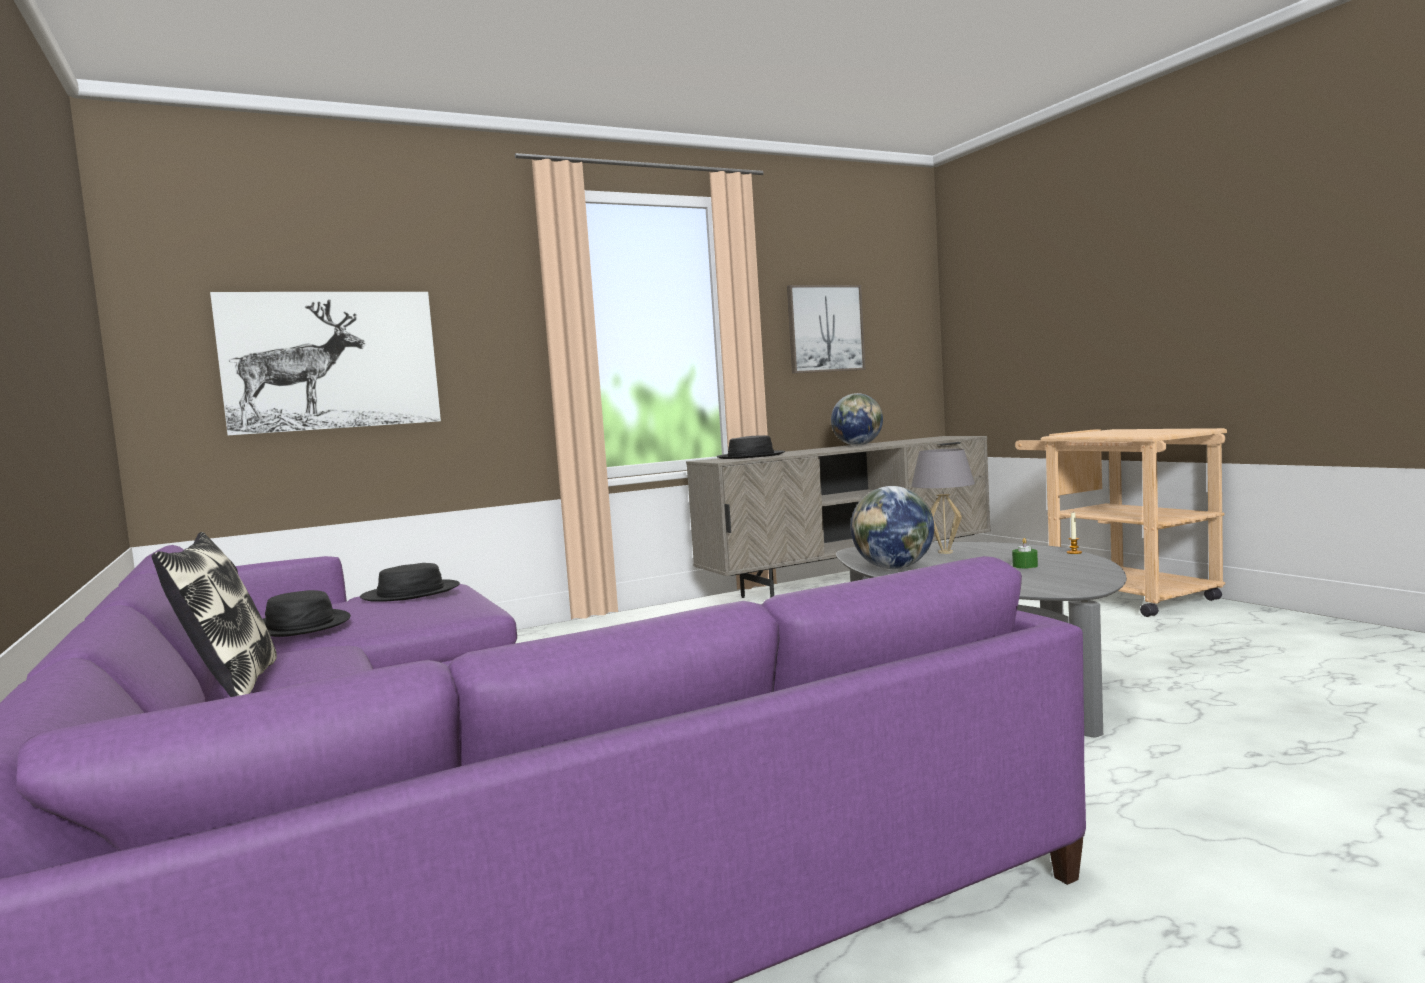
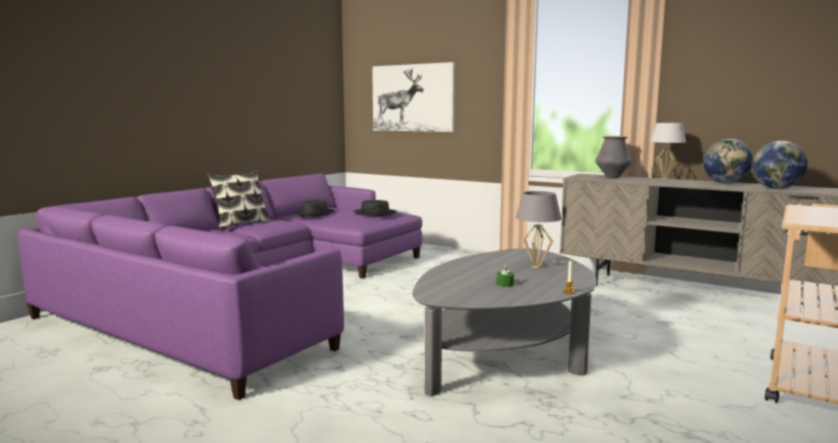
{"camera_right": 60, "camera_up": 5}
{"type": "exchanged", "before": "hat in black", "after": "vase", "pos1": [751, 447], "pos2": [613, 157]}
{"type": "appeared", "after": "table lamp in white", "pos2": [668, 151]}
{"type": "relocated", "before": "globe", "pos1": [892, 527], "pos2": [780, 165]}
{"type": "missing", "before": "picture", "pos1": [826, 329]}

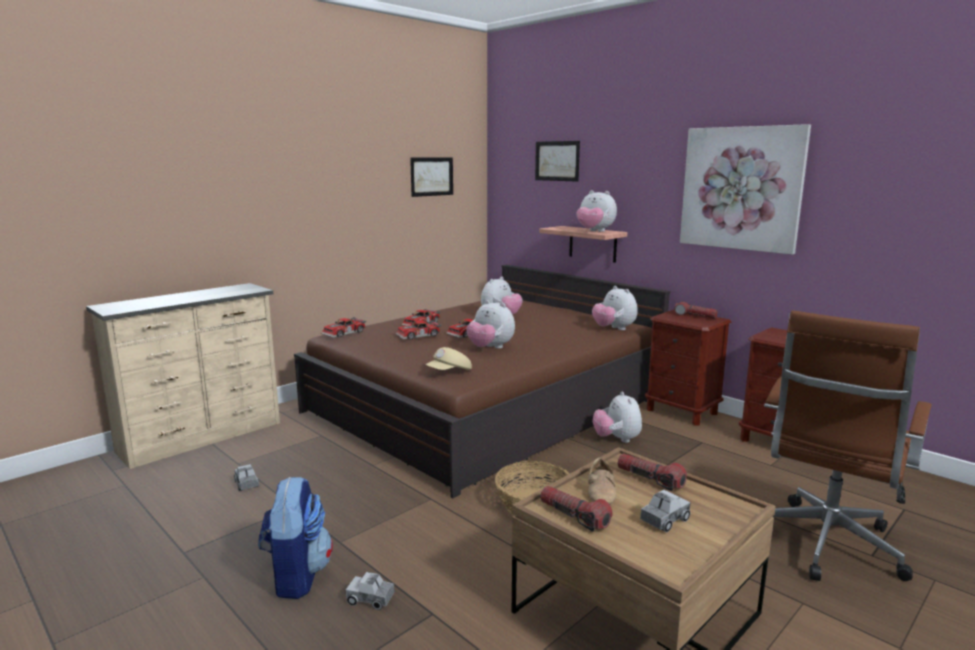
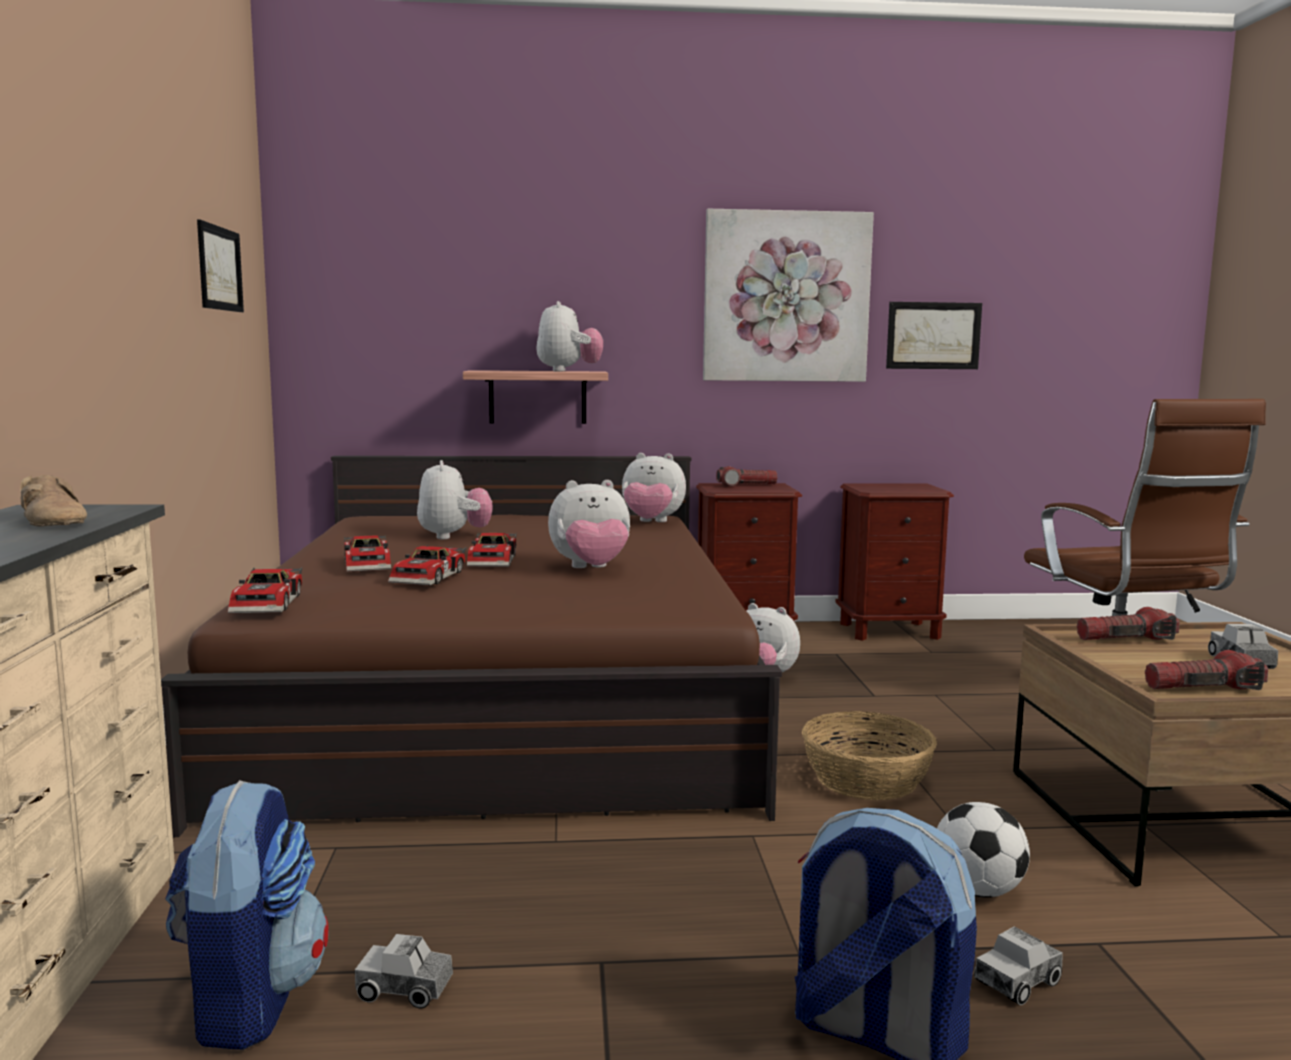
{"camera_right": -50, "camera_up": -5}
{"type": "relocated", "before": "shoe in beige", "pos1": [602, 481], "pos2": [53, 501]}
{"type": "appeared", "after": "backpack", "pos2": [247, 915]}
{"type": "spun", "before": "plush toy", "pos1": [596, 211], "pos2": [569, 336], "turn": -75}
{"type": "relocated", "before": "picture", "pos1": [557, 161], "pos2": [934, 335]}
{"type": "appeared", "after": "football", "pos2": [983, 850]}
{"type": "missing", "before": "cap in beige", "pos1": [449, 358]}

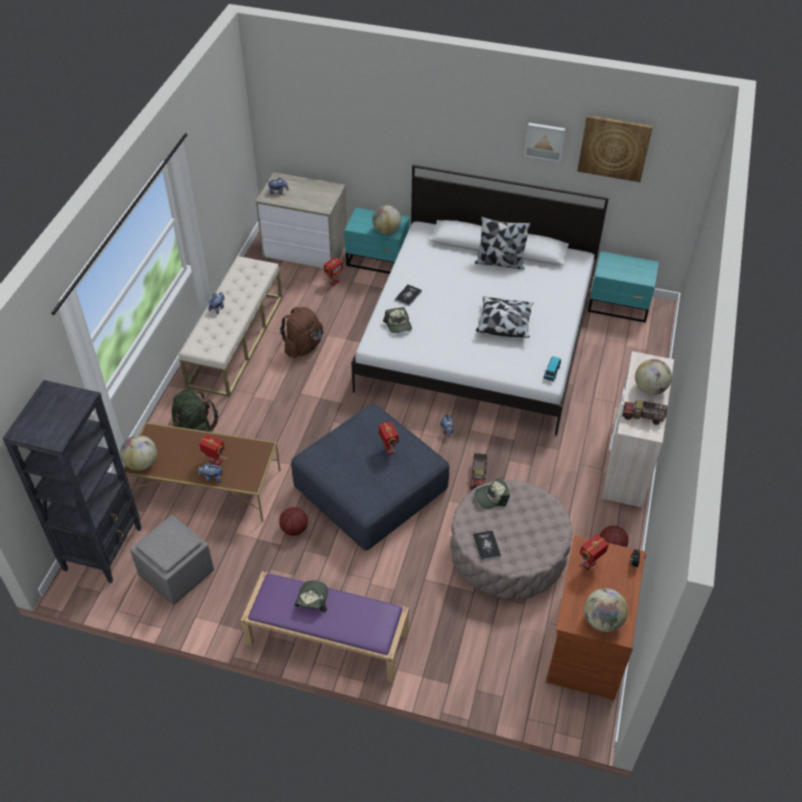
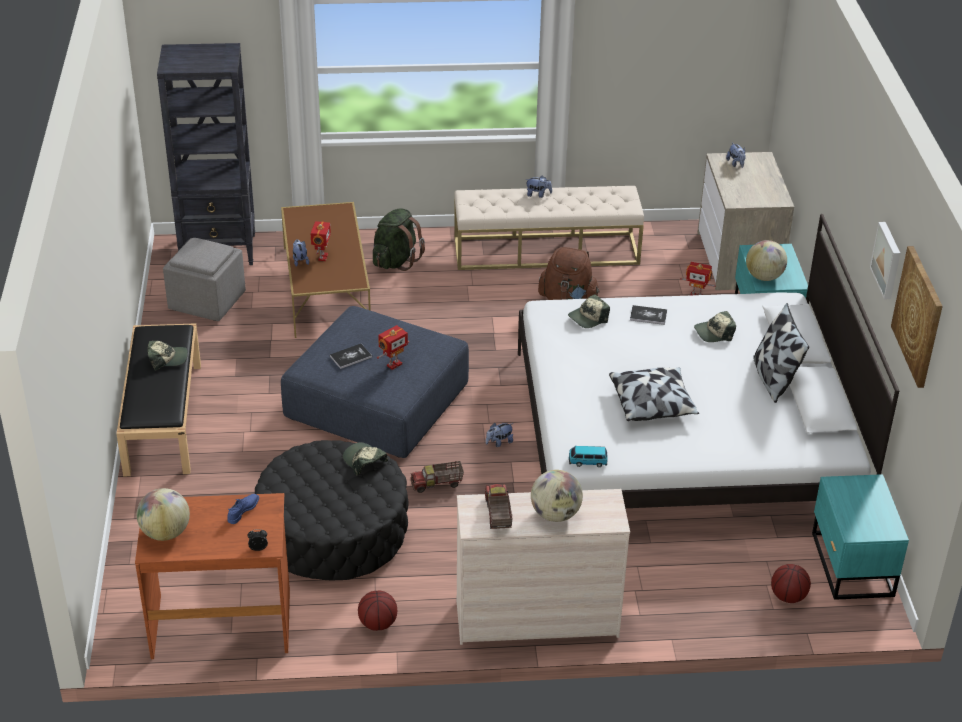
{"camera_right": 70, "camera_up": -10}
{"type": "colour", "before": "bench in purple", "after": "bench in black", "pos1": [325, 627], "pos2": [158, 400]}
{"type": "exchanged", "before": "toy robot", "after": "shoe in blue", "pos1": [594, 552], "pos2": [243, 509]}
{"type": "colour", "before": "ottoman in beige", "after": "ottoman in black", "pos1": [511, 539], "pos2": [331, 510]}
{"type": "relocated", "before": "book", "pos1": [487, 545], "pos2": [351, 356]}
{"type": "appeared", "after": "cap", "pos2": [715, 326]}
{"type": "relocated", "before": "basketball", "pos1": [293, 521], "pos2": [791, 583]}
{"type": "missing", "before": "globe", "pos1": [138, 453]}

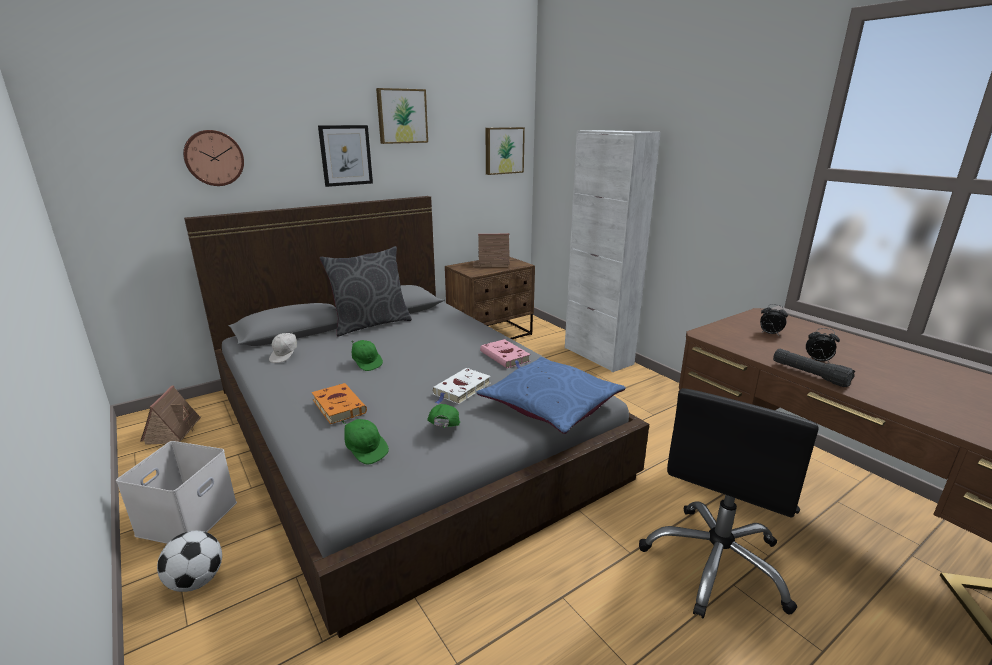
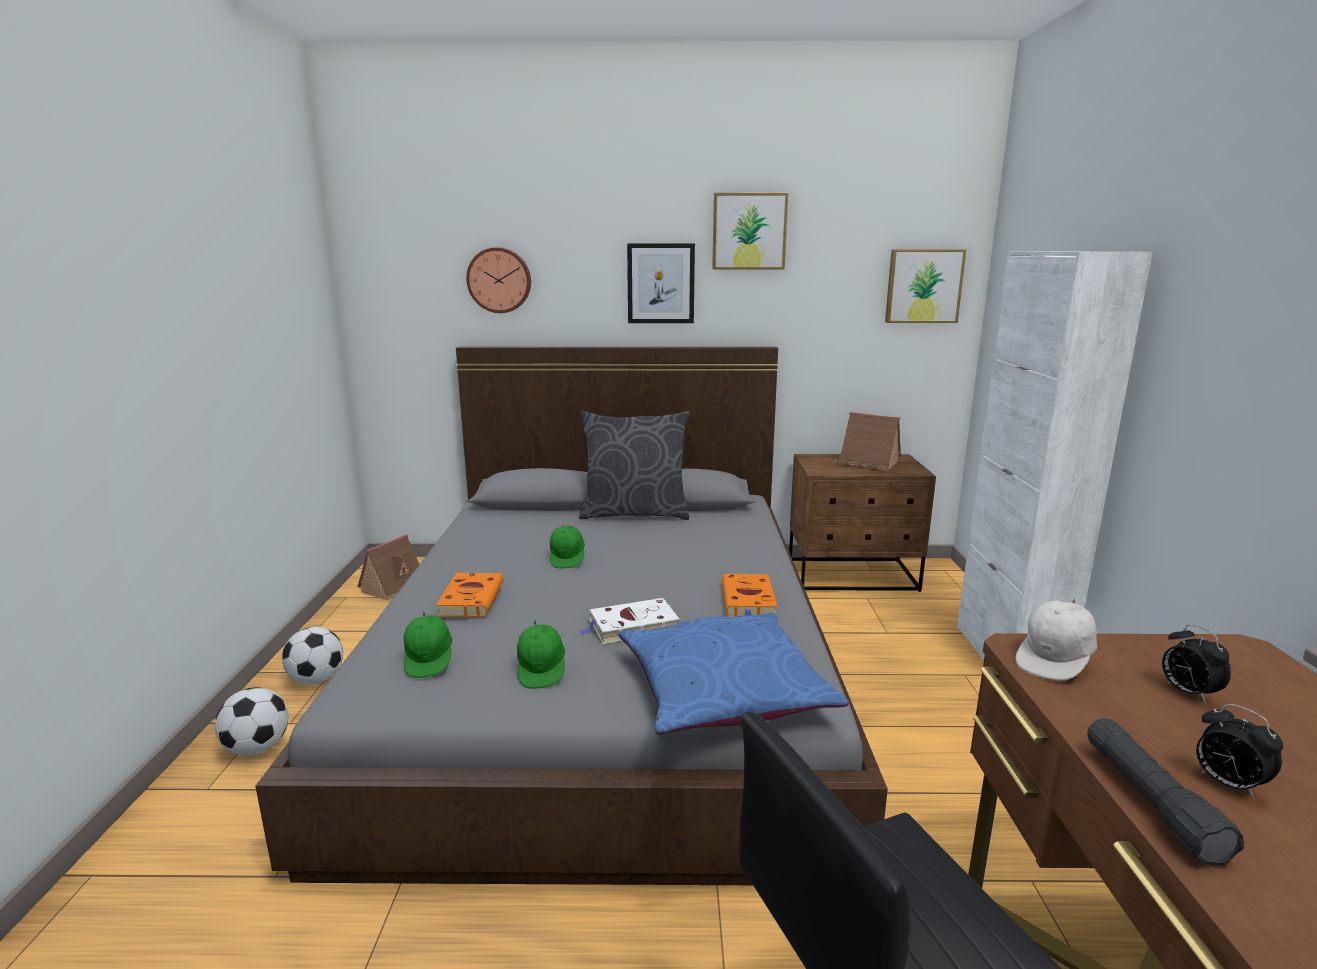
{"camera_right": 35, "camera_up": -5}
{"type": "exchanged", "before": "storage box in white", "after": "football", "pos1": [176, 492], "pos2": [312, 655]}
{"type": "spun", "before": "cap in green", "pos1": [443, 416], "pos2": [541, 654], "turn": 135}
{"type": "colour", "before": "book in pink", "after": "book in orange", "pos1": [505, 353], "pos2": [749, 594]}
{"type": "relocated", "before": "cap in white", "pos1": [283, 347], "pos2": [1056, 639]}

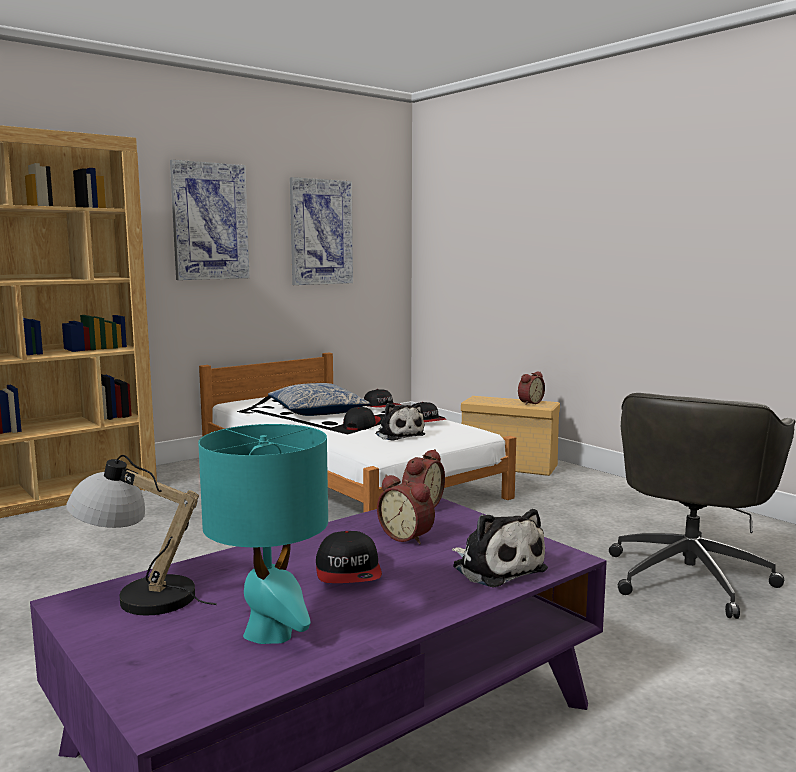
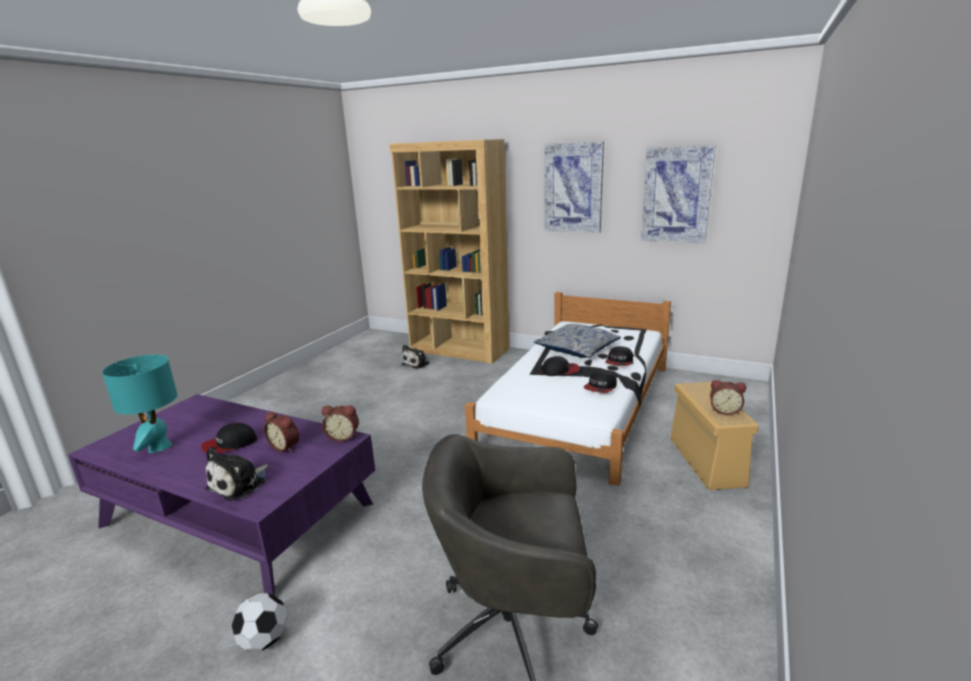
{"camera_right": 65, "camera_up": 10}
{"type": "appeared", "after": "football", "pos2": [259, 622]}
{"type": "spun", "before": "alarm clock", "pos1": [406, 509], "pos2": [281, 432], "turn": -75}
{"type": "relocated", "before": "plush toy", "pos1": [400, 422], "pos2": [415, 357]}
{"type": "missing", "before": "table lamp", "pos1": [141, 535]}

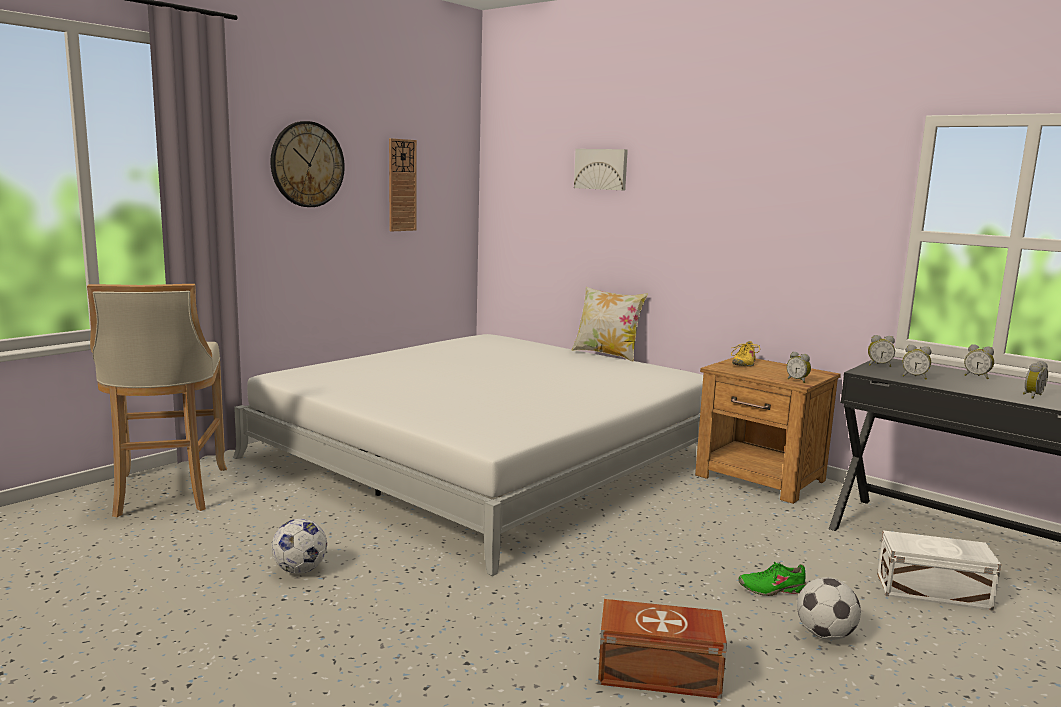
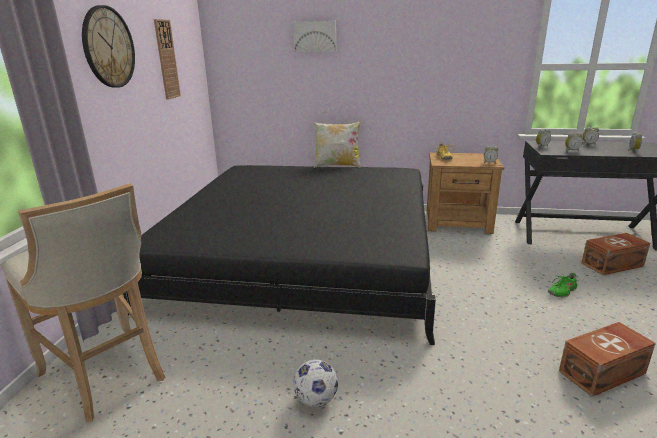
{"camera_right": -30, "camera_up": 10}
{"type": "colour", "before": "bed in white", "after": "bed in black", "pos1": [468, 455], "pos2": [279, 255]}
{"type": "colour", "before": "storage box in white", "after": "storage box in brown", "pos1": [939, 570], "pos2": [615, 254]}
{"type": "missing", "before": "football", "pos1": [829, 608]}

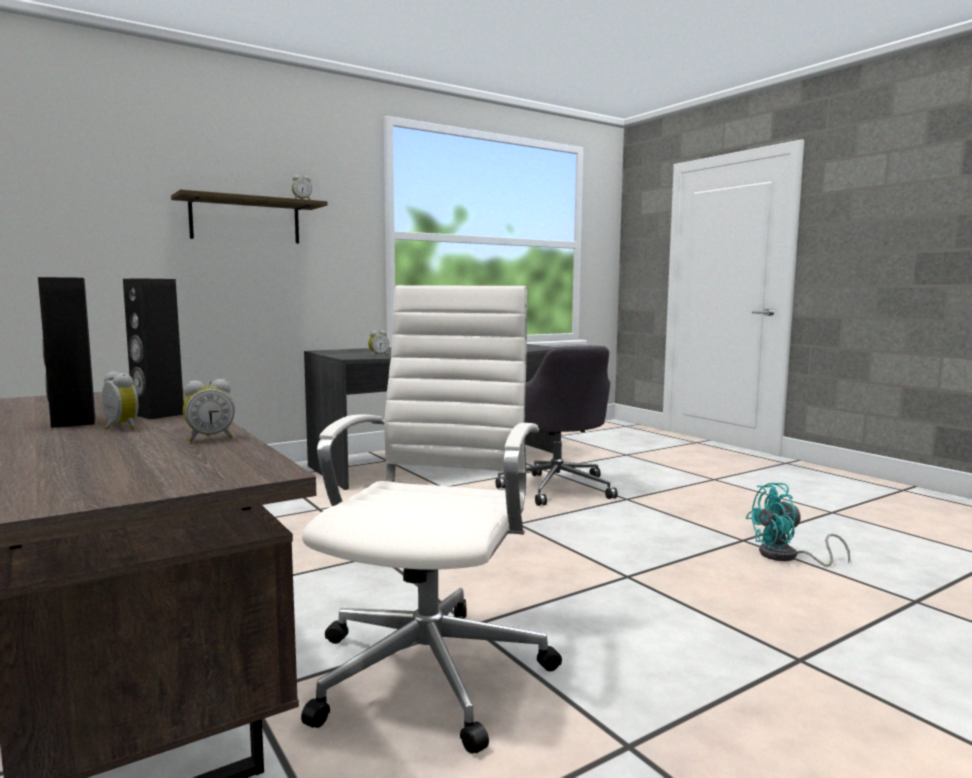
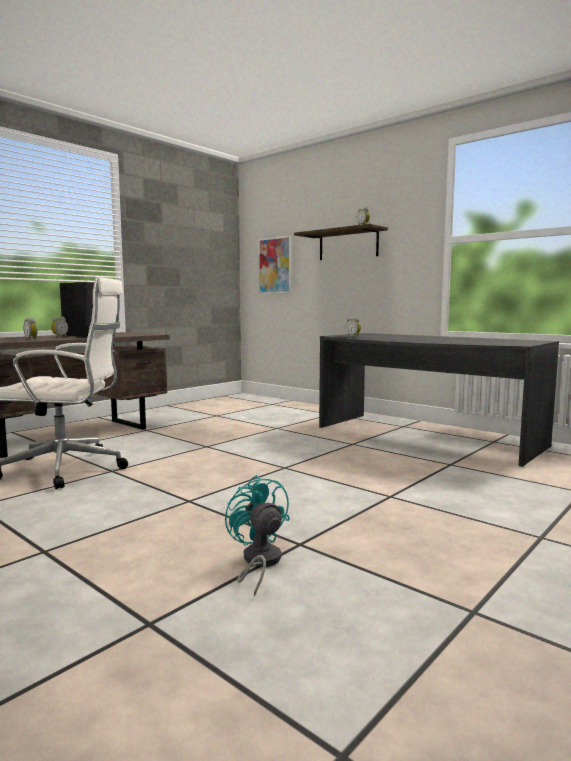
{"camera_right": 75, "camera_up": 0}
{"type": "appeared", "after": "picture", "pos2": [275, 265]}
{"type": "missing", "before": "office chair in grey", "pos1": [556, 426]}

